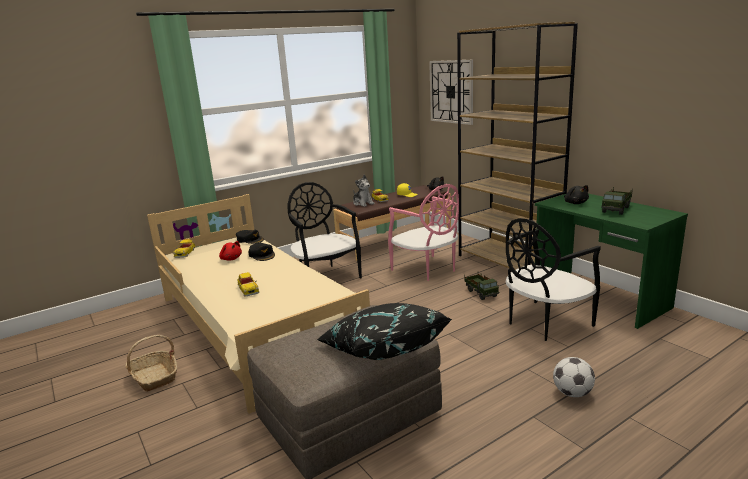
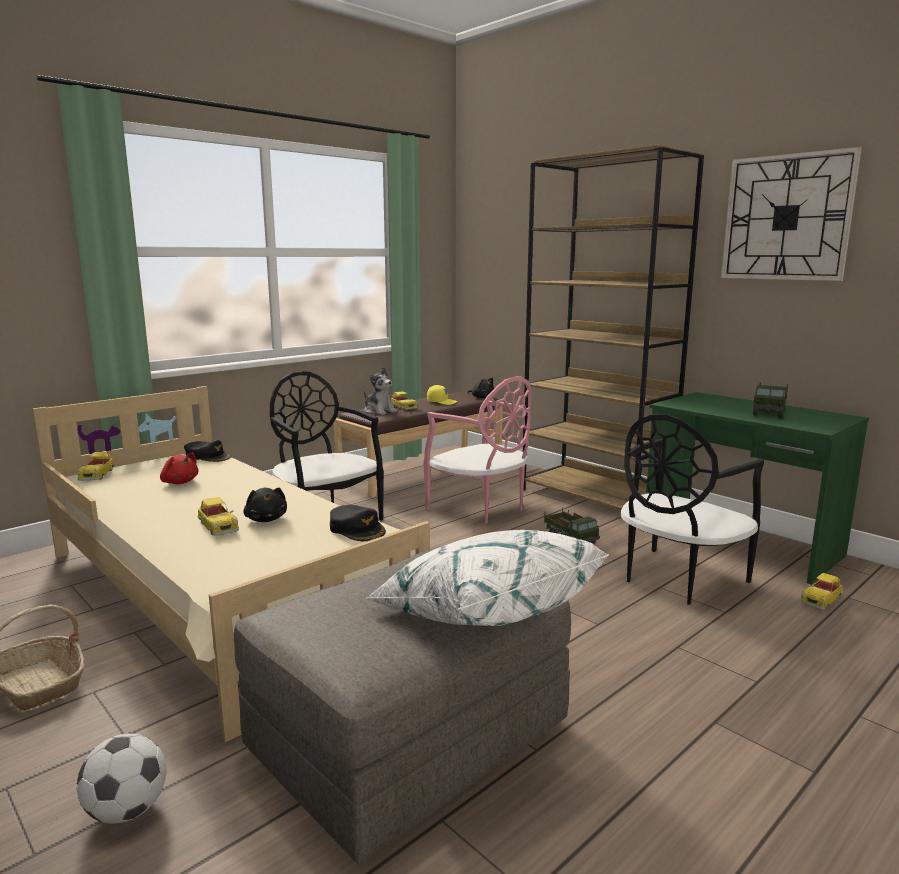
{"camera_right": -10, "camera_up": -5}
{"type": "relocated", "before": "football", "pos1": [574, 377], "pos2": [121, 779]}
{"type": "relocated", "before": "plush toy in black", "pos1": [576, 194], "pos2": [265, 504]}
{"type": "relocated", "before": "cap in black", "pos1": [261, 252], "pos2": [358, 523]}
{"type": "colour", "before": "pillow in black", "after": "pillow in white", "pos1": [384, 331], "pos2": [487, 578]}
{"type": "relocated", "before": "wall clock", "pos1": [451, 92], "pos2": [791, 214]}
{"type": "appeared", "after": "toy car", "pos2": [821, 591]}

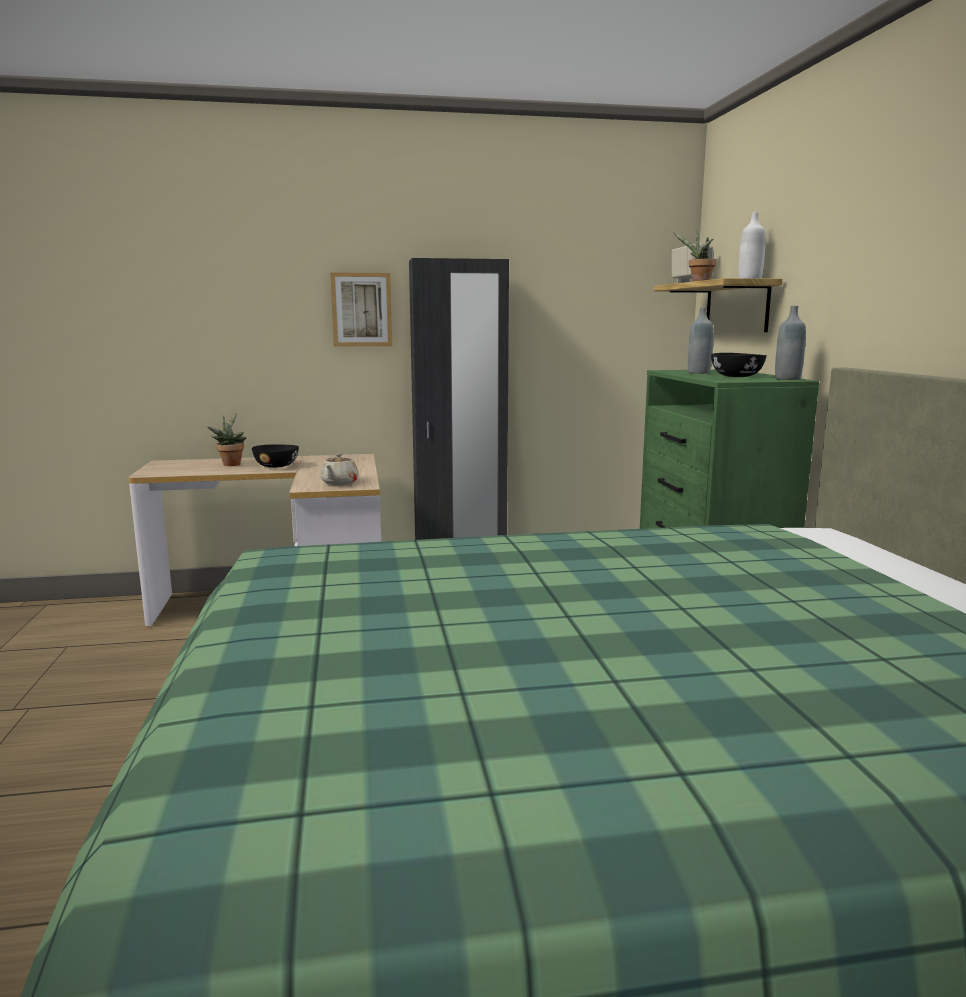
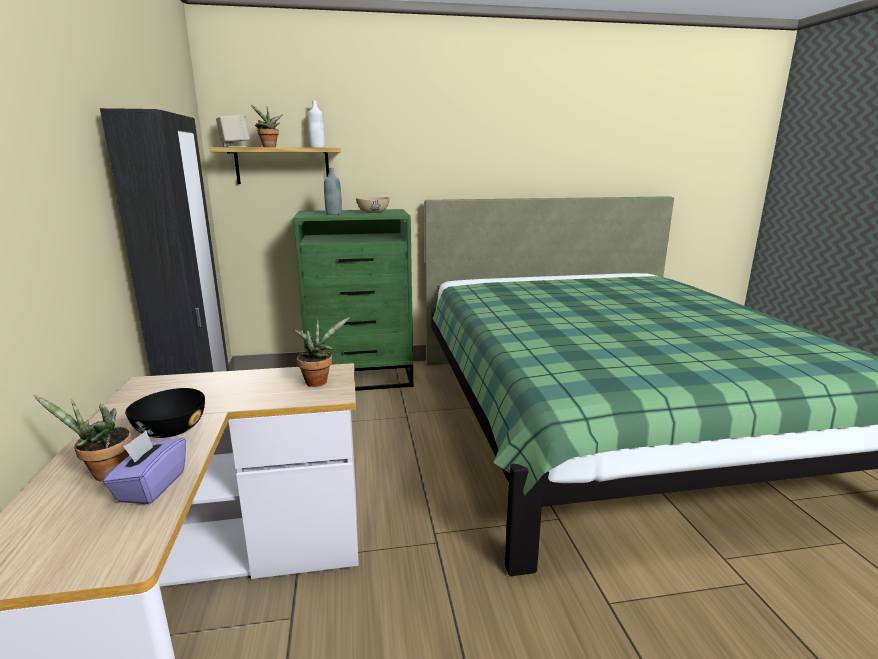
{"camera_right": -90, "camera_up": 5}
{"type": "appeared", "after": "tissue box in purple", "pos2": [144, 467]}
{"type": "exchanged", "before": "teapot in beige", "after": "potted plant", "pos1": [339, 469], "pos2": [322, 352]}
{"type": "colour", "before": "bowl in black", "after": "bowl in beige", "pos1": [739, 365], "pos2": [373, 205]}
{"type": "missing", "before": "picture", "pos1": [361, 309]}
{"type": "missing", "before": "bottle in grey", "pos1": [790, 343]}

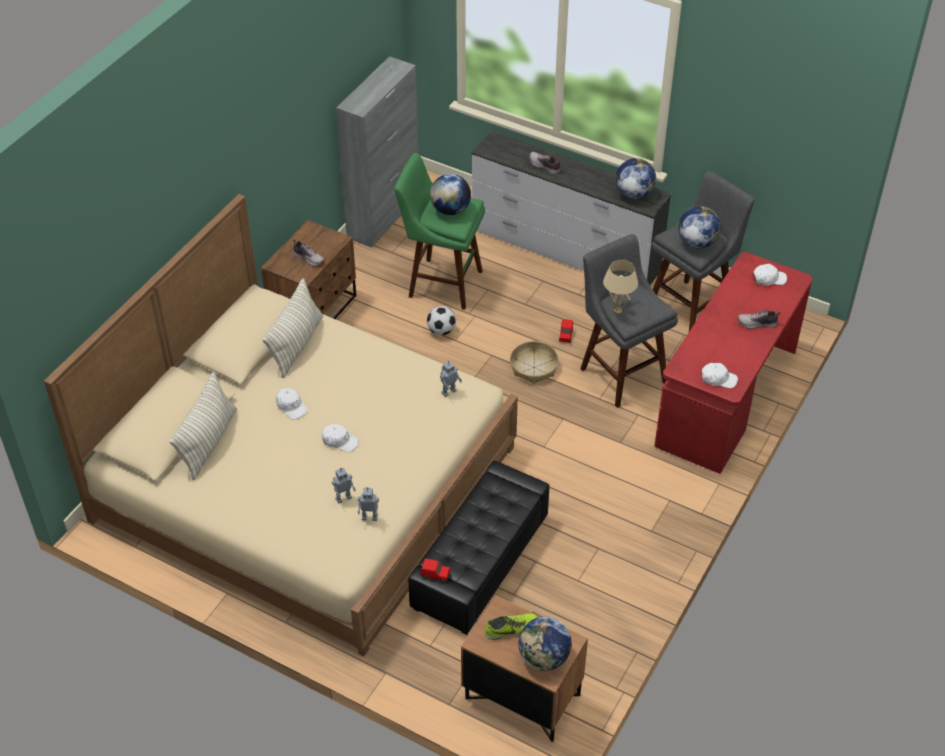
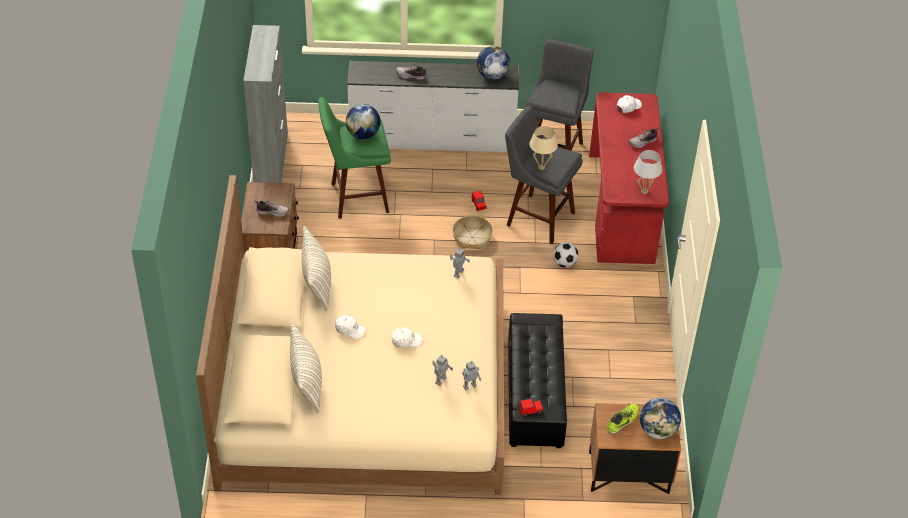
{"camera_right": -30, "camera_up": 0}
{"type": "relocated", "before": "football", "pos1": [441, 320], "pos2": [565, 255]}
{"type": "exchanged", "before": "cap in white", "after": "table lamp in white", "pos1": [720, 375], "pos2": [648, 172]}
{"type": "missing", "before": "globe", "pos1": [699, 227]}

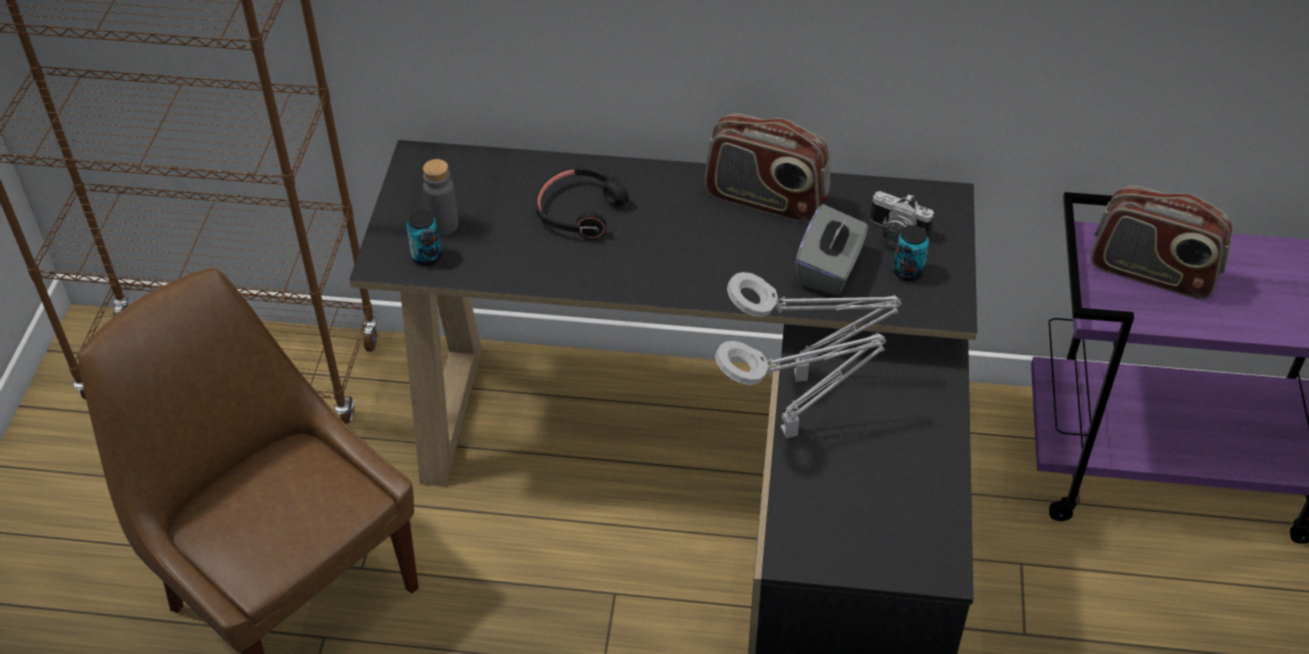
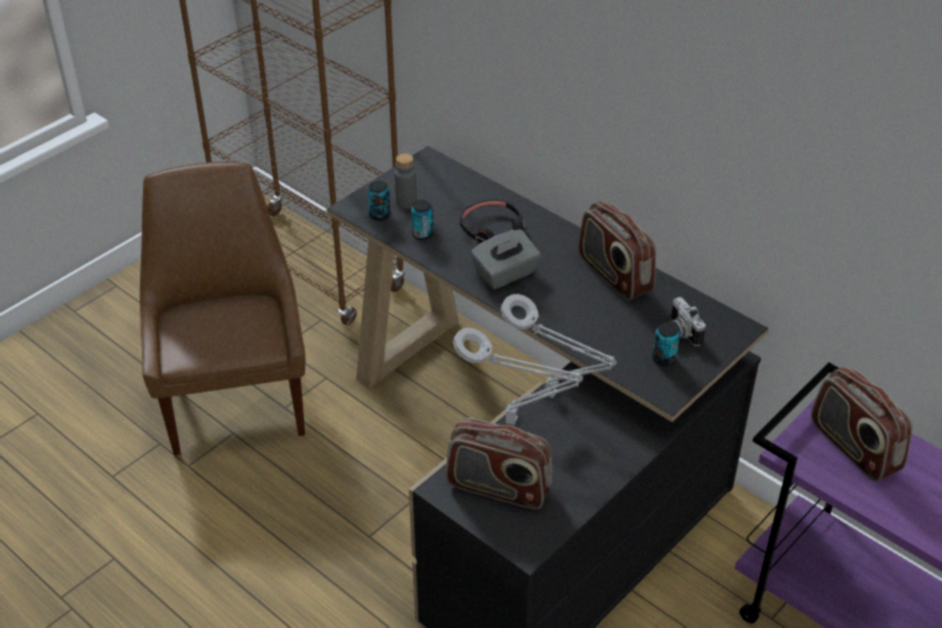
{"camera_right": 35, "camera_up": -5}
{"type": "appeared", "after": "can", "pos2": [422, 220]}
{"type": "appeared", "after": "radio", "pos2": [499, 463]}
{"type": "relocated", "before": "tissue box in grey", "pos1": [831, 249], "pos2": [506, 259]}

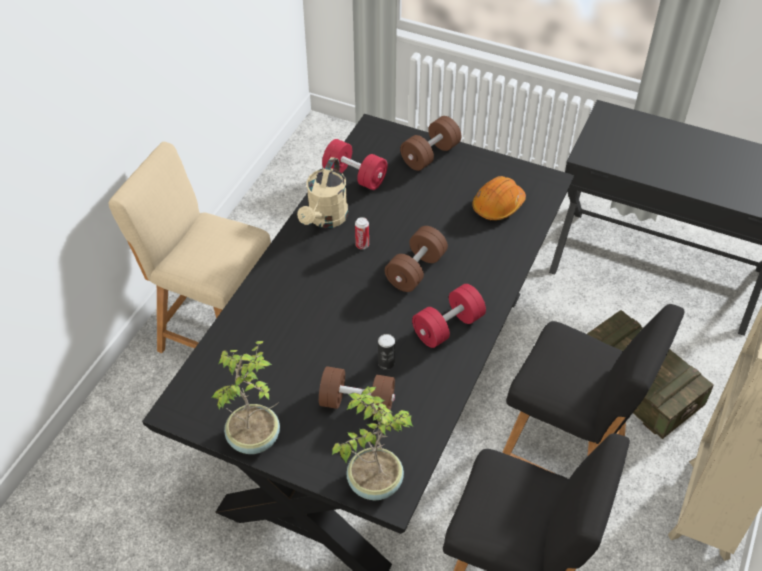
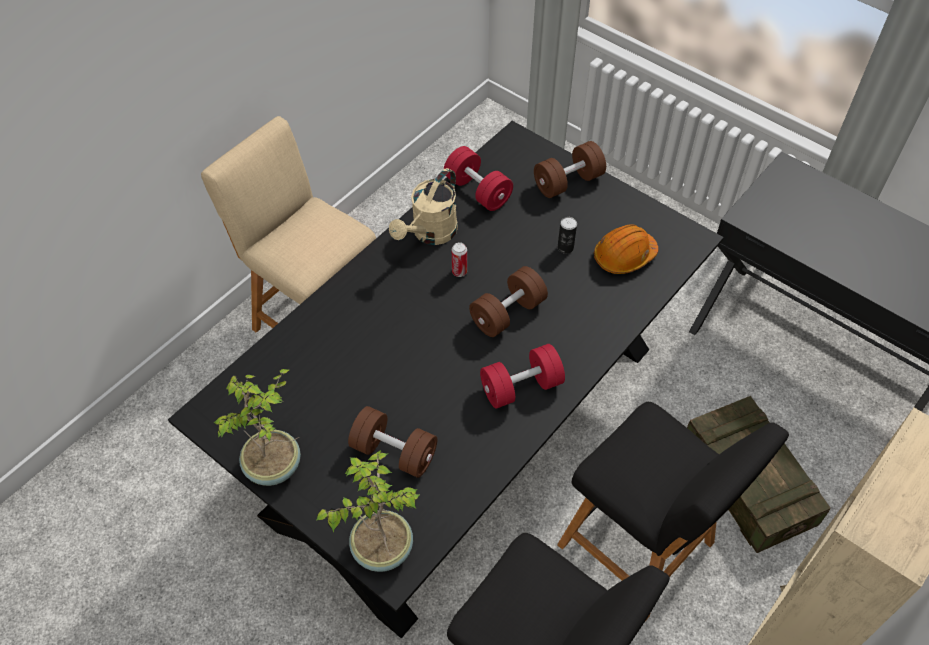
{"camera_right": 15, "camera_up": 5}
{"type": "relocated", "before": "can", "pos1": [386, 352], "pos2": [567, 235]}

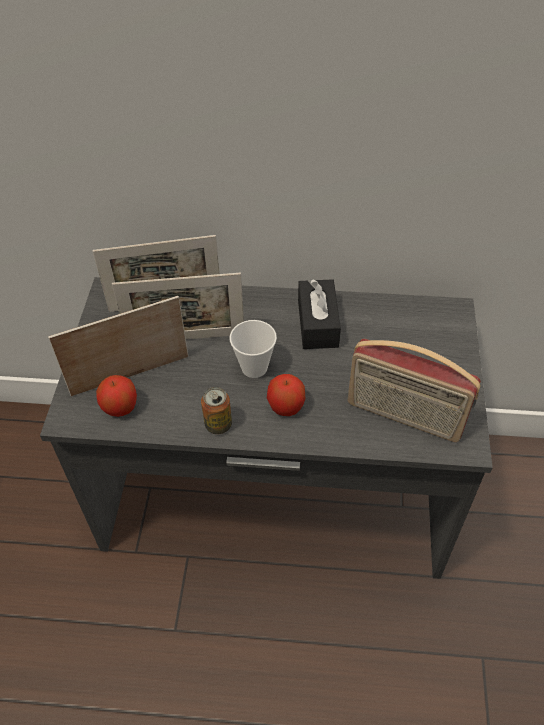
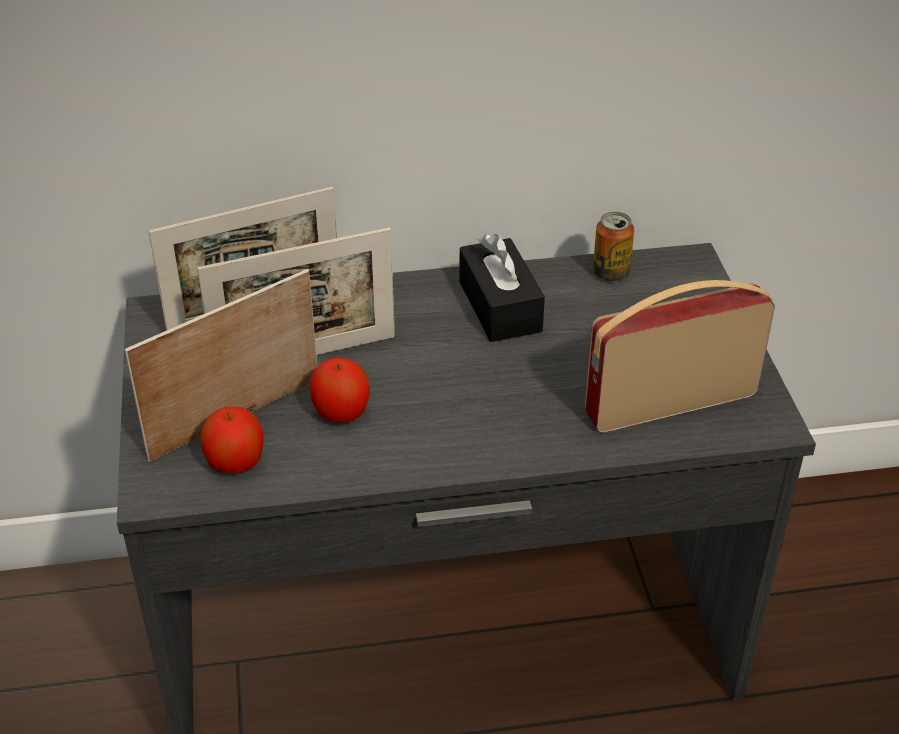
{"camera_right": -15, "camera_up": -10}
{"type": "relocated", "before": "apple", "pos1": [286, 395], "pos2": [340, 390]}
{"type": "spun", "before": "radio", "pos1": [414, 390], "pos2": [680, 356], "turn": 150}
{"type": "relocated", "before": "can", "pos1": [216, 410], "pos2": [613, 247]}
{"type": "missing", "before": "cup", "pos1": [253, 349]}

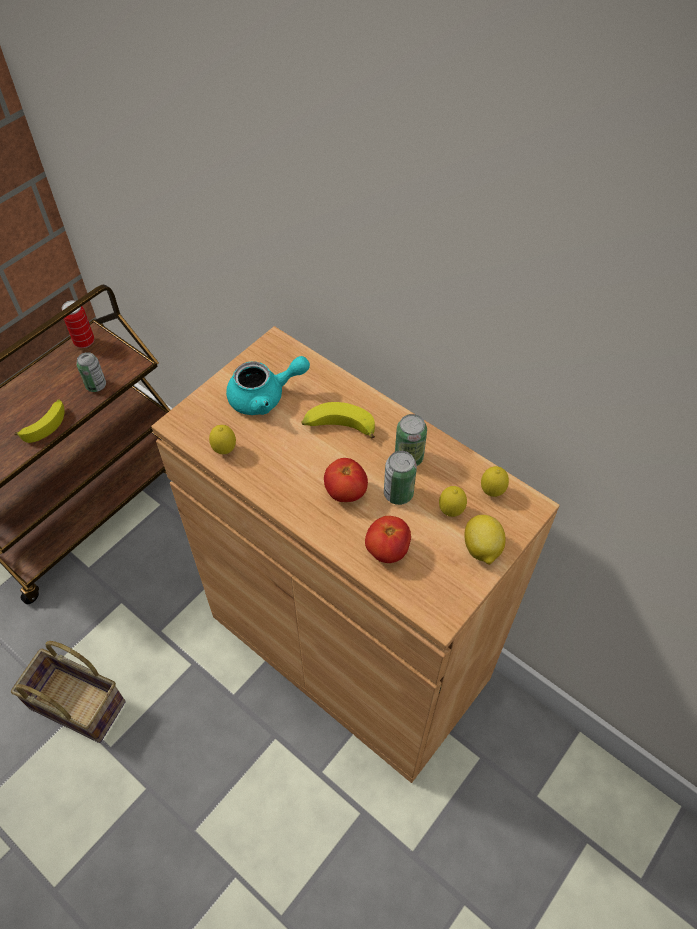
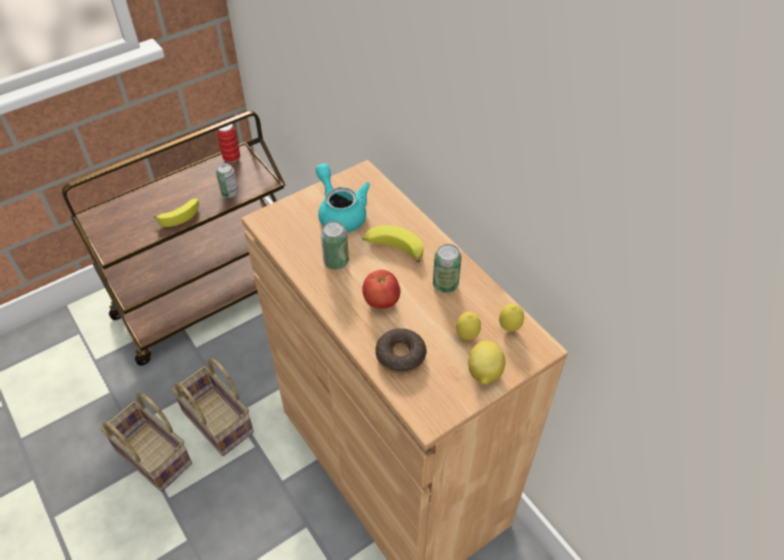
{"camera_right": 15, "camera_up": -5}
{"type": "appeared", "after": "basket", "pos2": [213, 407]}
{"type": "spun", "before": "teapot in turquoise", "pos1": [268, 385], "pos2": [343, 198], "turn": -120}
{"type": "relocated", "before": "can", "pos1": [400, 478], "pos2": [335, 245]}
{"type": "exchanged", "before": "tomato", "after": "donut", "pos1": [388, 539], "pos2": [401, 351]}
{"type": "missing", "before": "lemon", "pos1": [222, 439]}

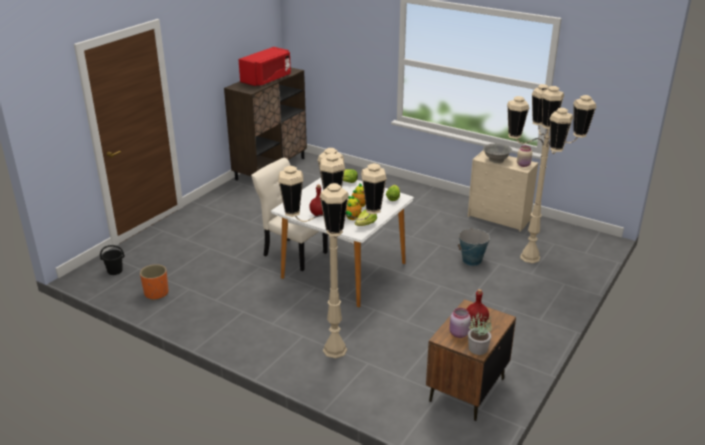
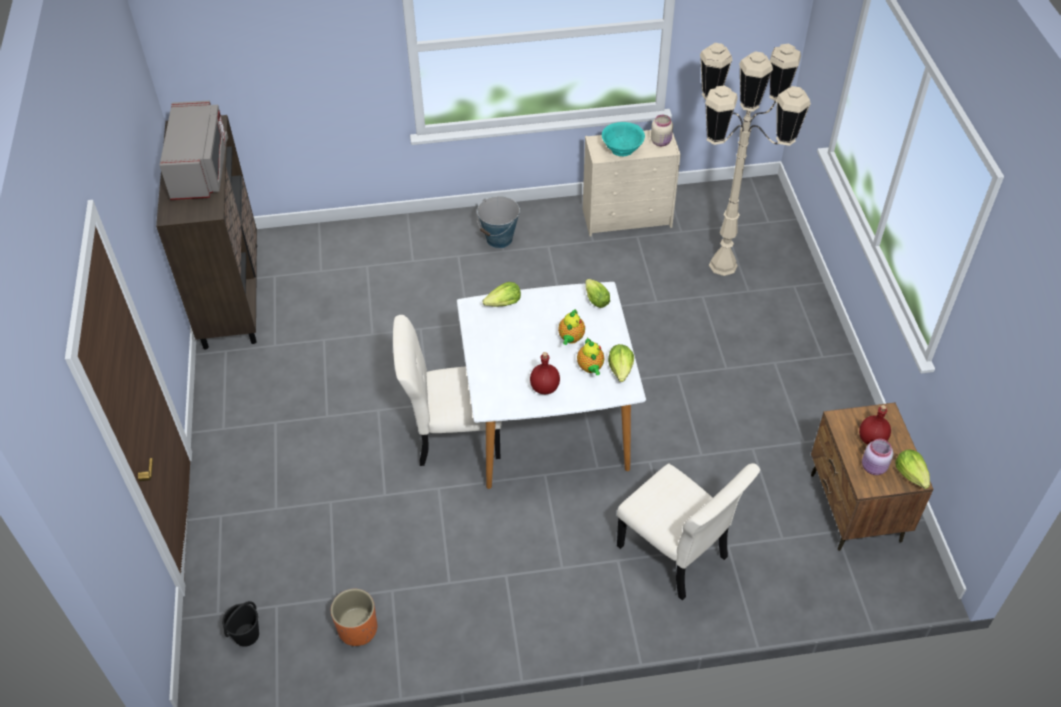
{"camera_right": -40, "camera_up": 20}
{"type": "colour", "before": "microwave in red", "after": "microwave in grey", "pos1": [264, 66], "pos2": [193, 150]}
{"type": "relocated", "before": "bucket", "pos1": [474, 246], "pos2": [498, 222]}
{"type": "colour", "before": "bowl in grey", "after": "bowl in turquoise", "pos1": [497, 153], "pos2": [623, 139]}
{"type": "exchanged", "before": "floor lamp in beige", "after": "chair in beige", "pos1": [332, 253], "pos2": [688, 532]}
{"type": "exchanged", "before": "potted plant", "after": "lettuce", "pos1": [480, 333], "pos2": [912, 469]}

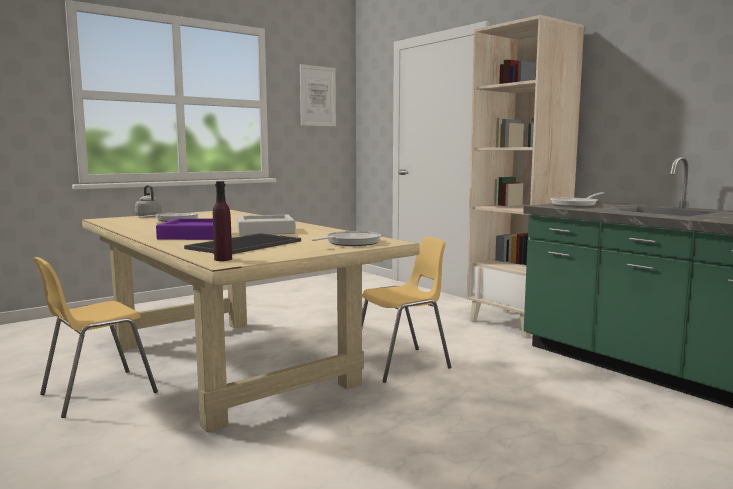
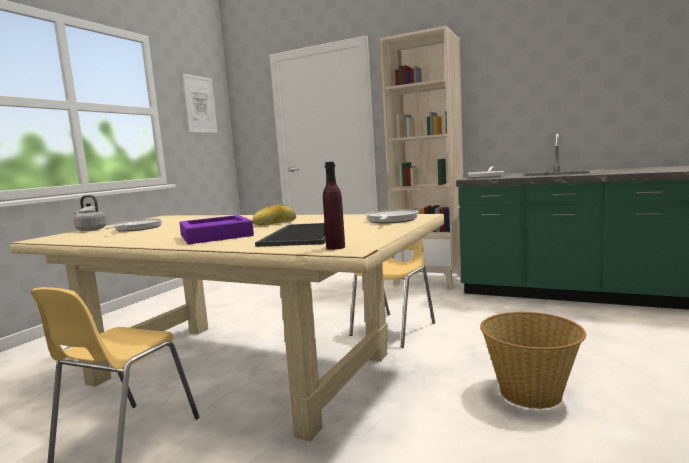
{"camera_right": -25, "camera_up": 0}
{"type": "exchanged", "before": "tray in grey", "after": "bread", "pos1": [266, 225], "pos2": [274, 215]}
{"type": "appeared", "after": "basket", "pos2": [533, 360]}

